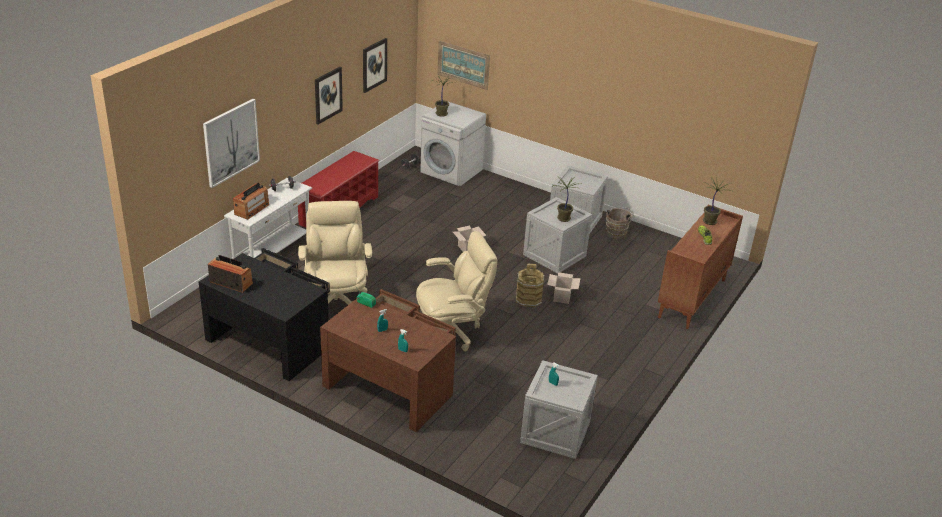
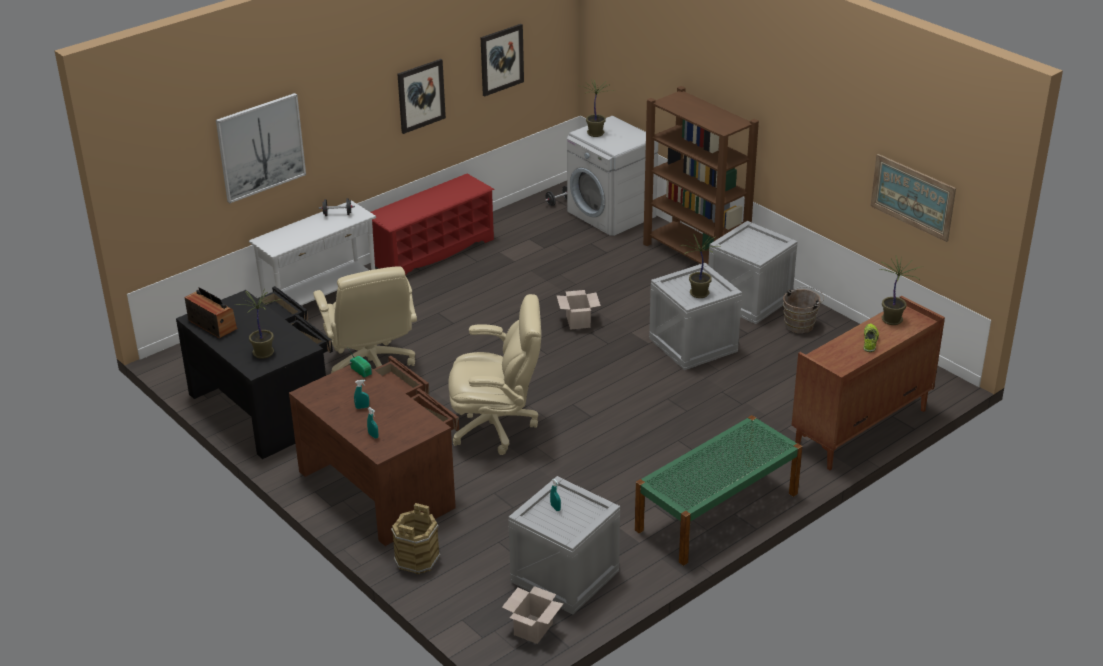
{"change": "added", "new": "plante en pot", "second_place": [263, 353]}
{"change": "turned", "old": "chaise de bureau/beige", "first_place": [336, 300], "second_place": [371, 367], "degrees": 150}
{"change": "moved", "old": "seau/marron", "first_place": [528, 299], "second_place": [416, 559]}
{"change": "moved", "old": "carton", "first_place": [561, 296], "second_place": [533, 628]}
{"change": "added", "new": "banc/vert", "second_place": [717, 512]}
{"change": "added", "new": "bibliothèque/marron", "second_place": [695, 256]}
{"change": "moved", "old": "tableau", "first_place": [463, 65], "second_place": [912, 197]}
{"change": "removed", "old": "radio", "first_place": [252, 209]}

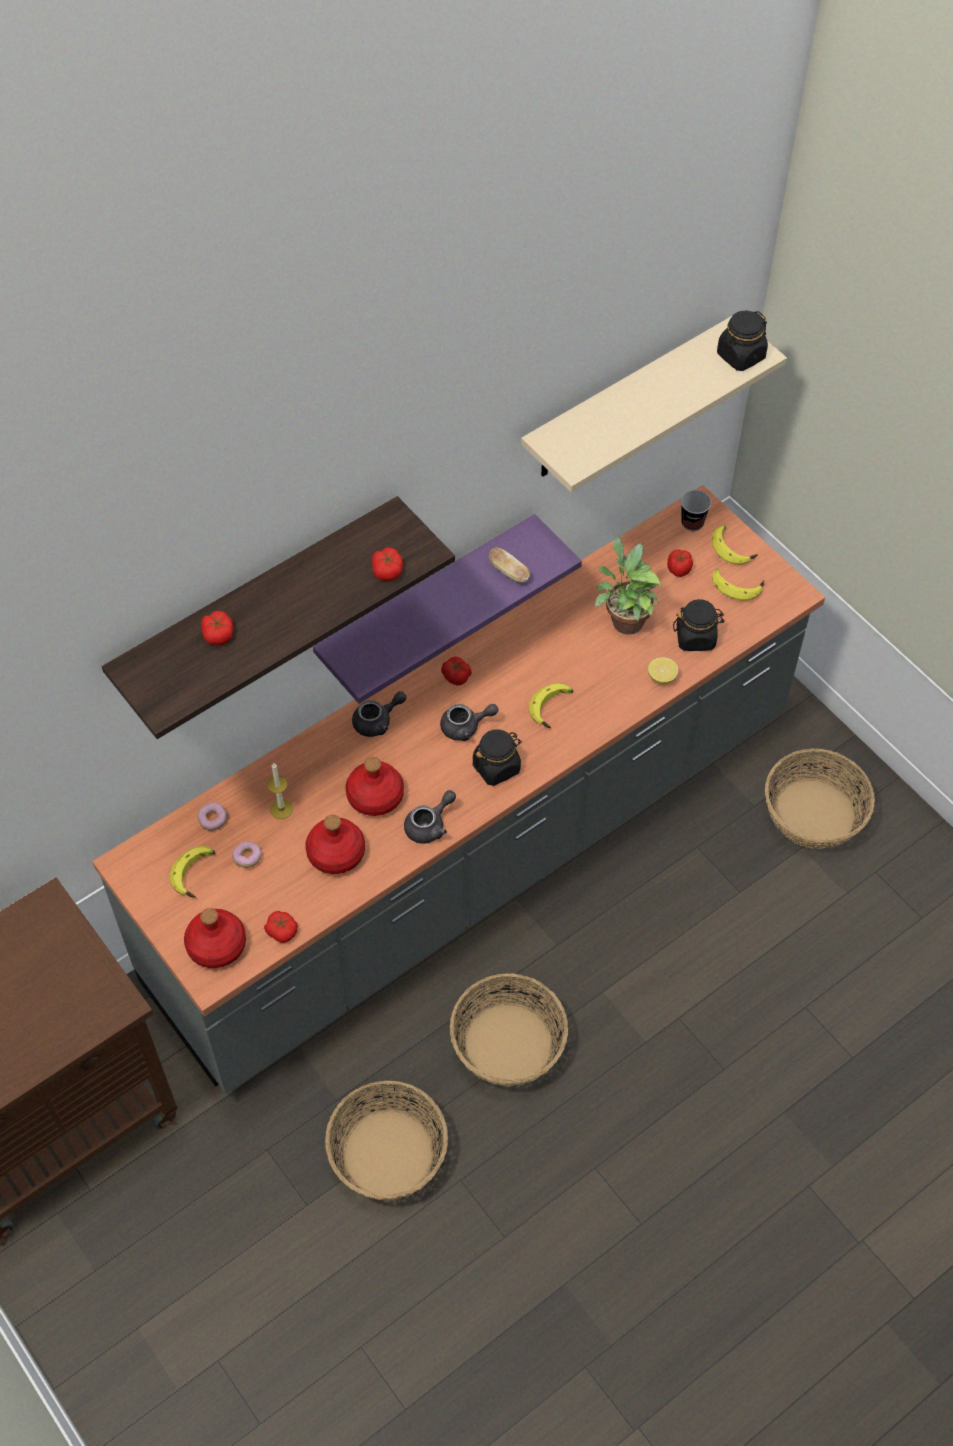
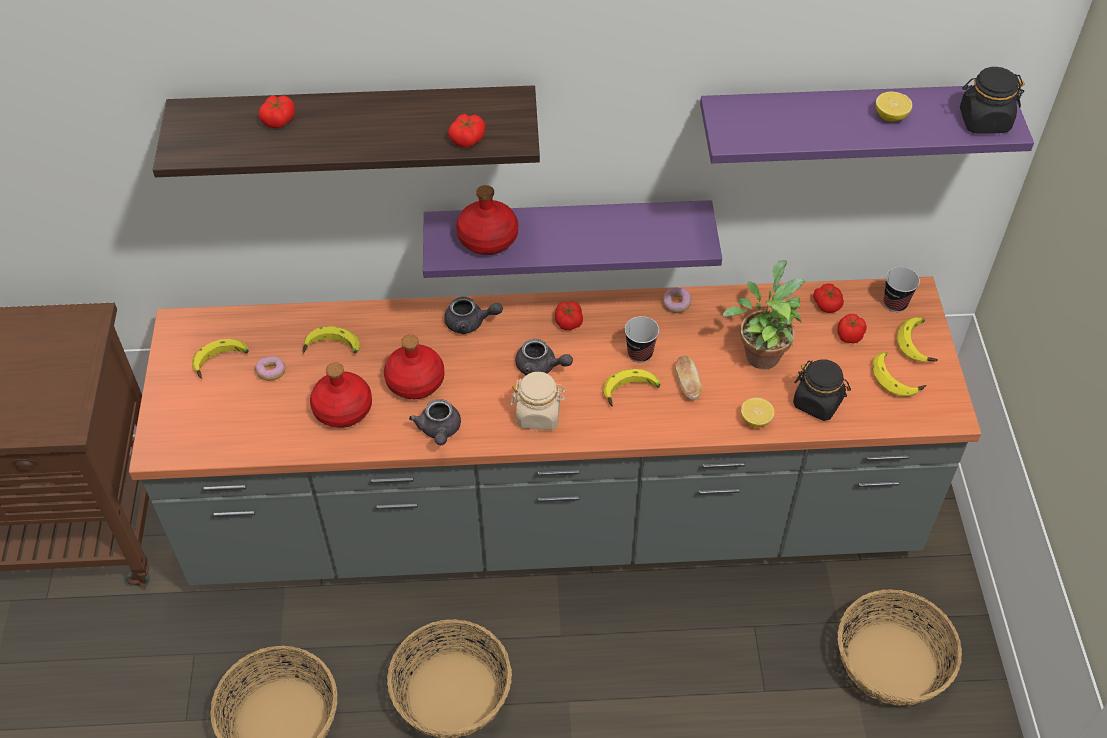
{"change": "replaced", "old": "bougie", "new": "banane", "first_place": [281, 809], "second_place": [332, 349]}
{"change": "turned", "old": "théière/gris", "first_place": [430, 825], "second_place": [439, 430], "degrees": 90}
{"change": "moved", "old": "bouteille/rouge", "first_place": [216, 945], "second_place": [487, 238]}
{"change": "recoloured", "old": "bocal/noir", "new": "bocal/beige", "first_place": [496, 767], "second_place": [538, 414]}
{"change": "added", "new": "tasse", "second_place": [640, 353]}
{"change": "moved", "old": "beignet", "first_place": [213, 820], "second_place": [676, 304]}
{"change": "moved", "old": "pain", "first_place": [509, 572], "second_place": [687, 384]}
{"change": "recoloured", "old": "étagère/beige", "new": "étagère/violet", "first_place": [628, 400], "second_place": [849, 121]}
{"change": "moved", "old": "tomate", "first_place": [282, 930], "second_place": [827, 304]}
{"change": "added", "new": "citron", "second_place": [890, 116]}

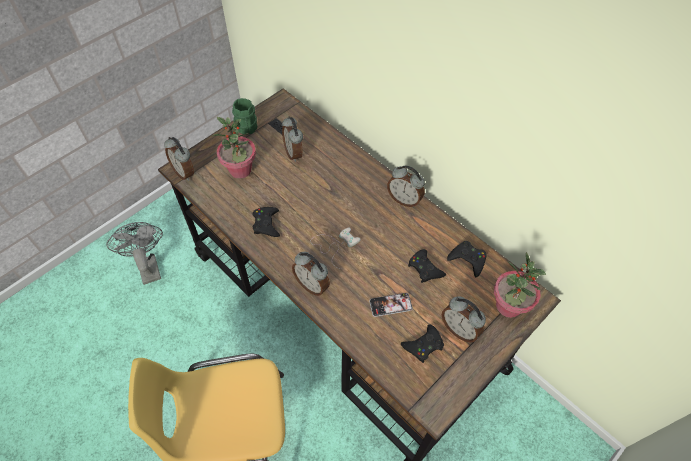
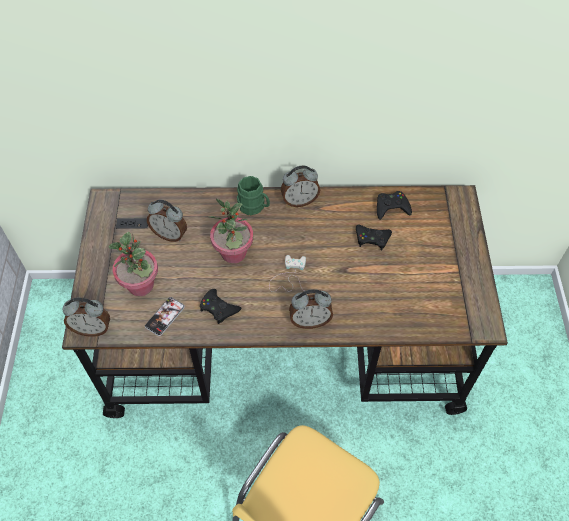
{"change": "moved", "old": "téléphone", "first_place": [390, 305], "second_place": [165, 316]}
{"change": "moved", "old": "plante en pot", "first_place": [508, 306], "second_place": [233, 253]}
{"change": "moved", "old": "mug/vert", "first_place": [247, 129], "second_place": [254, 207]}
{"change": "removed", "old": "ventilateur/gris", "first_place": [147, 266]}
{"change": "removed", "old": "manette/noir", "first_place": [423, 345]}
{"change": "removed", "old": "réveil", "first_place": [459, 329]}

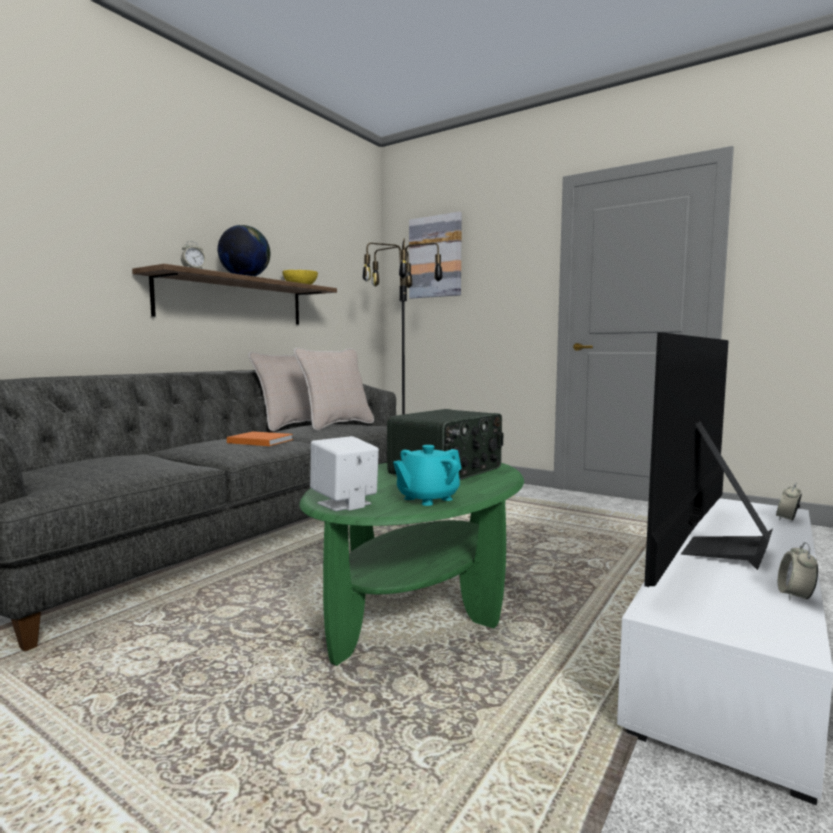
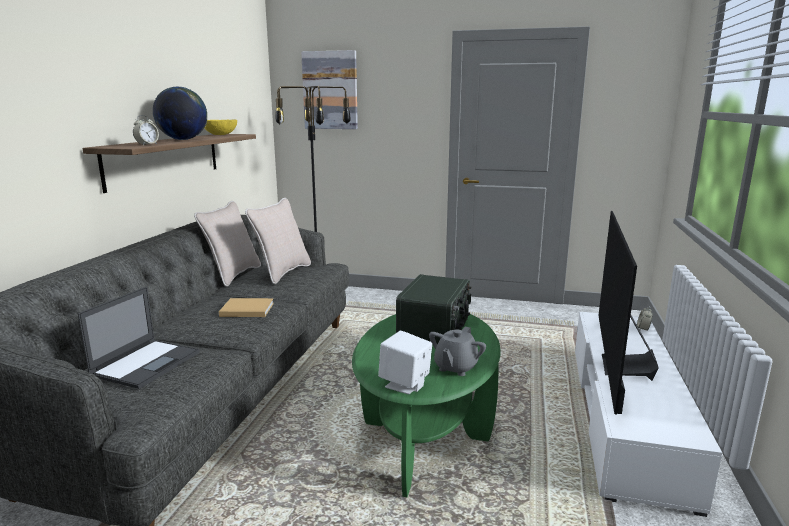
{"change": "added", "new": "ordinateur portable", "second_place": [147, 363]}
{"change": "recoloured", "old": "livre/orange", "new": "livre/beige", "first_place": [259, 441], "second_place": [245, 309]}
{"change": "recoloured", "old": "théière/turquoise", "new": "théière/gris", "first_place": [427, 499], "second_place": [455, 367]}
{"change": "removed", "old": "réveil", "first_place": [795, 596]}

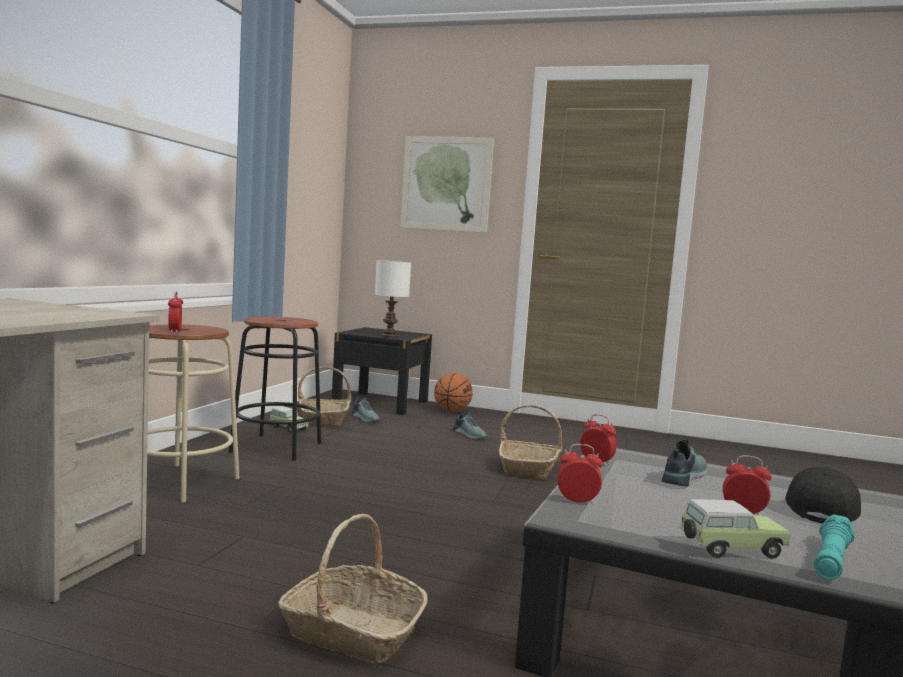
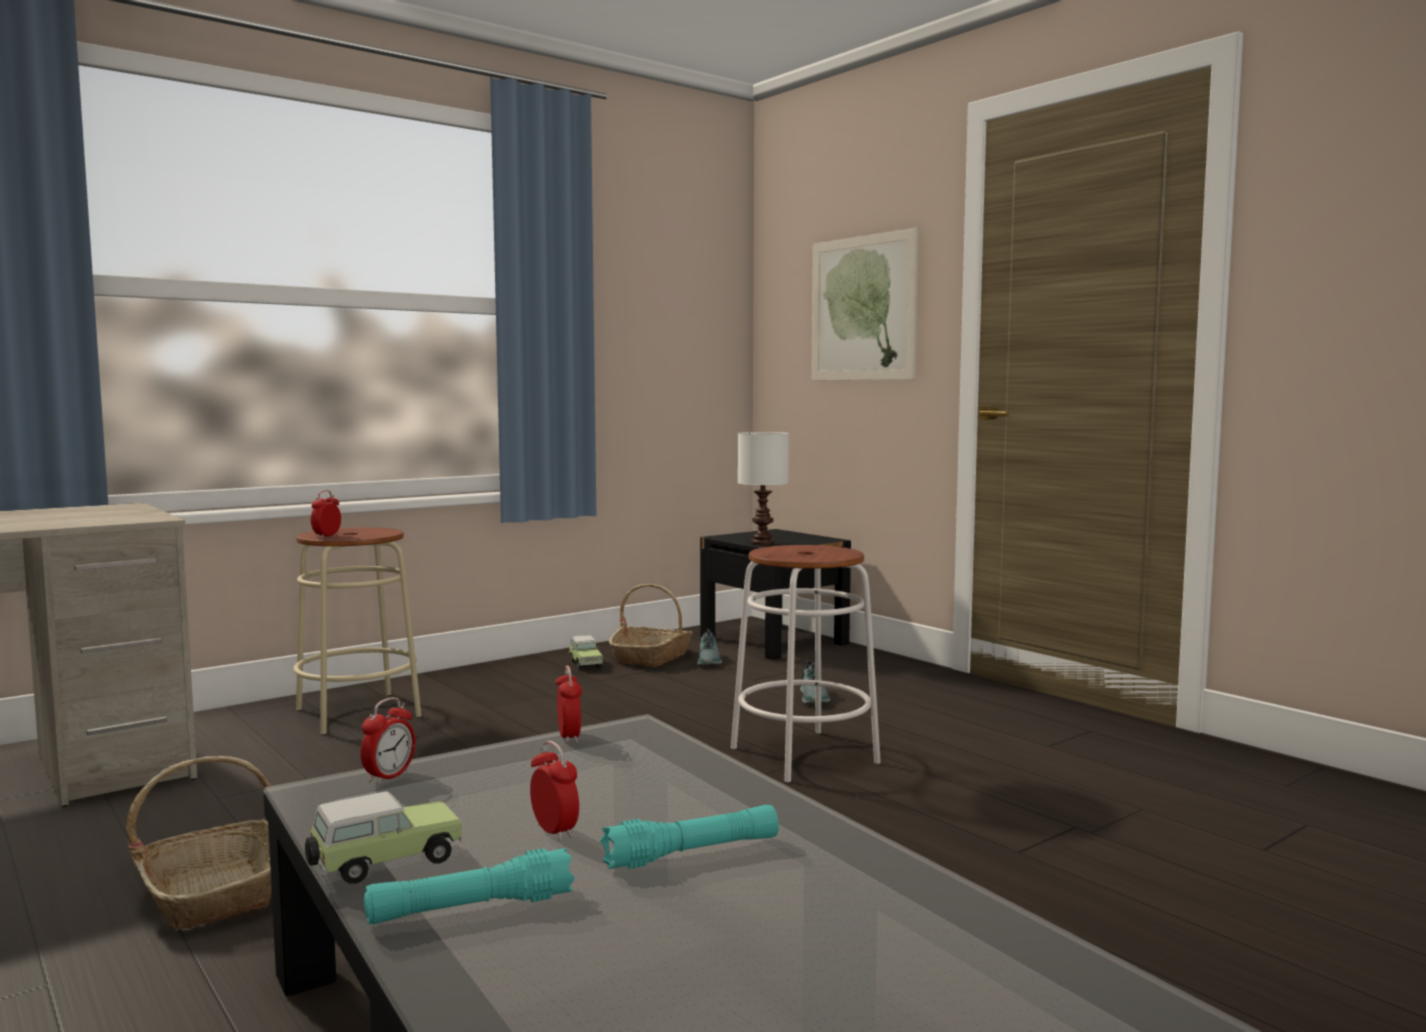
{"change": "turned", "old": "petite voiture", "first_place": [728, 549], "second_place": [382, 864], "degrees": -60}
{"change": "turned", "old": "réveil", "first_place": [577, 501], "second_place": [389, 777], "degrees": 75}
{"change": "replaced", "old": "casquette/noir", "new": "lampe de poche/turquoise", "first_place": [822, 510], "second_place": [692, 853]}
{"change": "replaced", "old": "panier", "new": "tabouret/blanc", "first_place": [529, 468], "second_place": [804, 755]}
{"change": "removed", "old": "tabouret/noir", "first_place": [276, 447]}
{"change": "removed", "old": "ballon de basket", "first_place": [451, 411]}
{"change": "removed", "old": "chaussure", "first_place": [681, 476]}

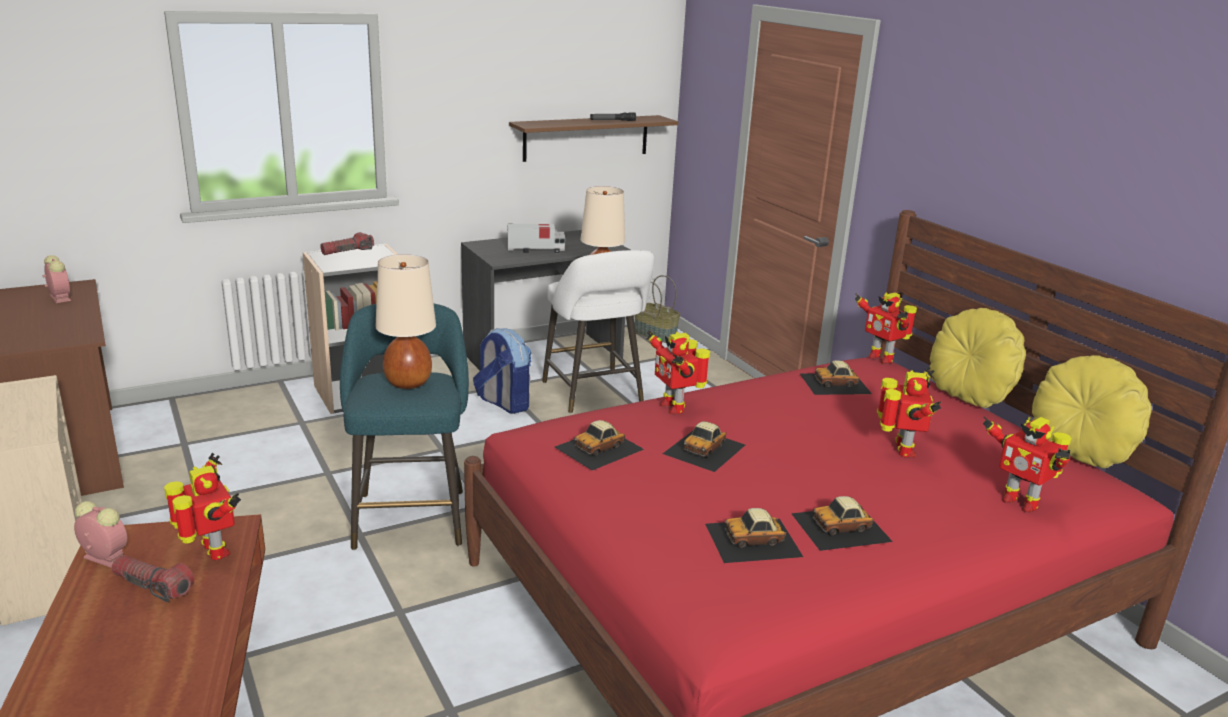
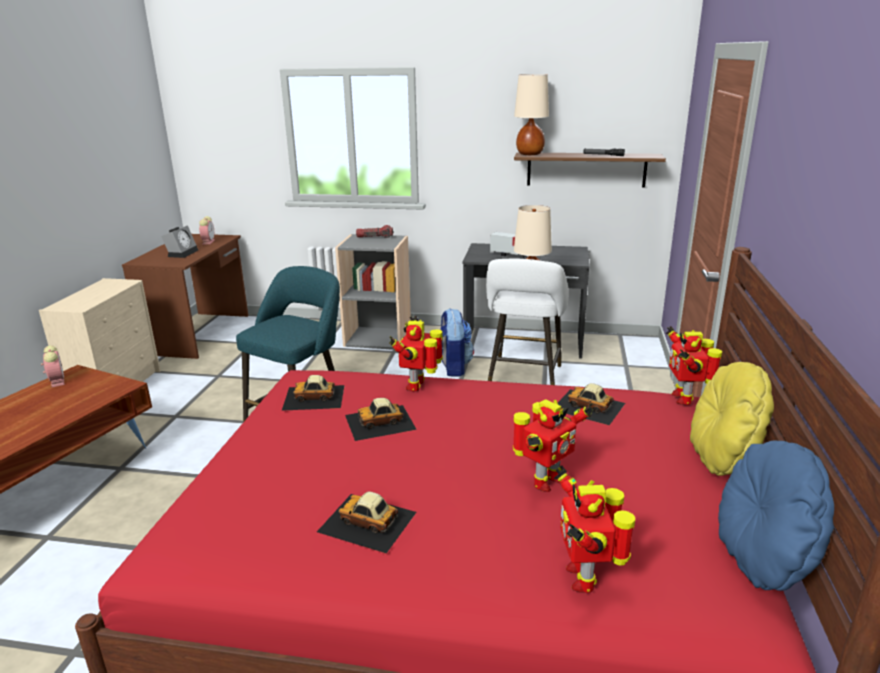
{"change": "added", "new": "réveil", "second_place": [182, 253]}
{"change": "moved", "old": "lampe de table/beige", "first_place": [408, 383], "second_place": [529, 154]}
{"change": "recoloured", "old": "coussin/jaune", "new": "coussin/bleu", "first_place": [1078, 454], "second_place": [761, 562]}
{"change": "removed", "old": "lampe de poche", "first_place": [153, 586]}
{"change": "removed", "old": "robot jouet", "first_place": [213, 552]}
{"change": "removed", "old": "panier", "first_place": [656, 335]}
{"change": "removed", "old": "petite voiture", "first_place": [753, 540]}

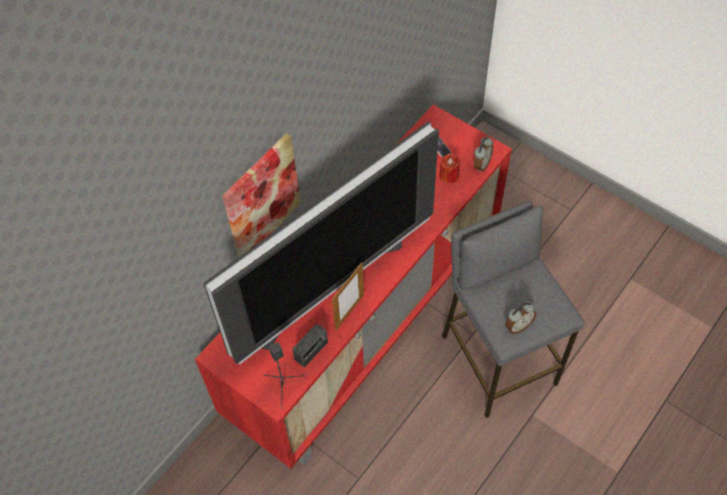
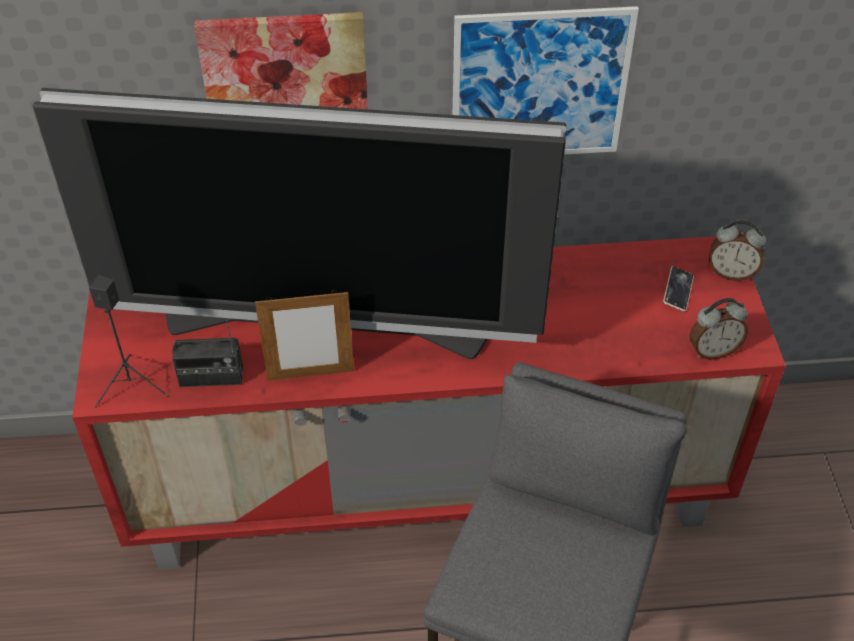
{"change": "added", "new": "tableau", "second_place": [539, 86]}
{"change": "moved", "old": "réveil", "first_place": [518, 326], "second_place": [731, 273]}
{"change": "removed", "old": "bougie/rouge", "first_place": [449, 175]}

